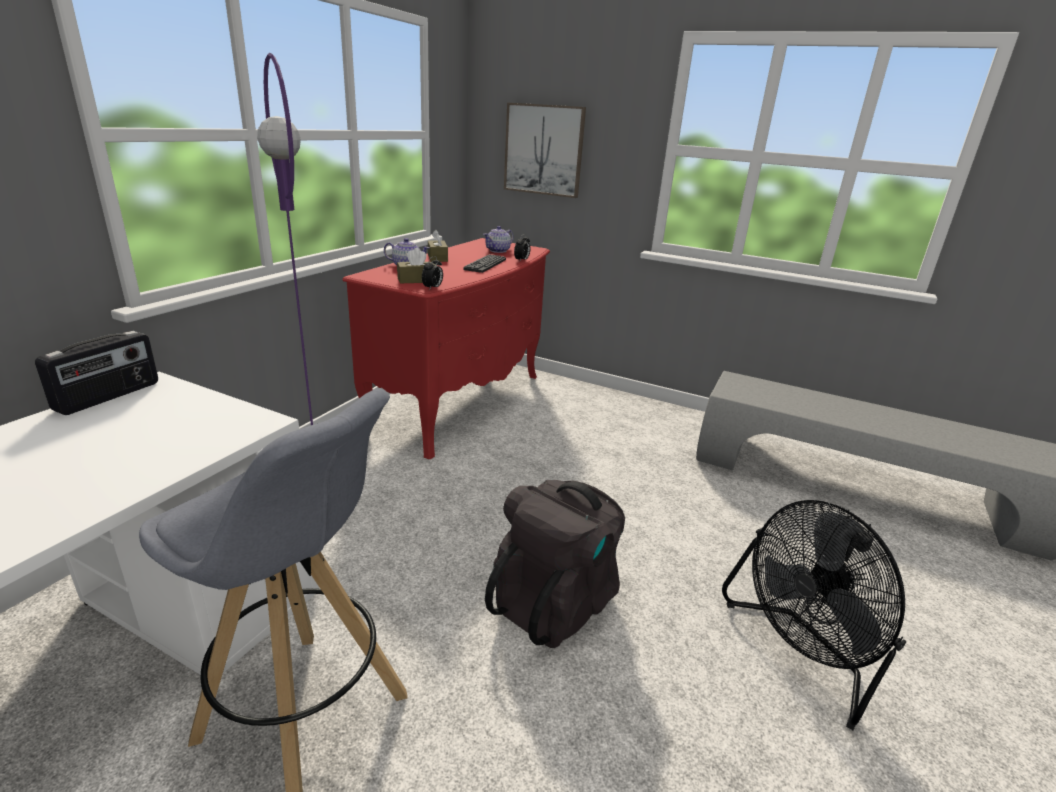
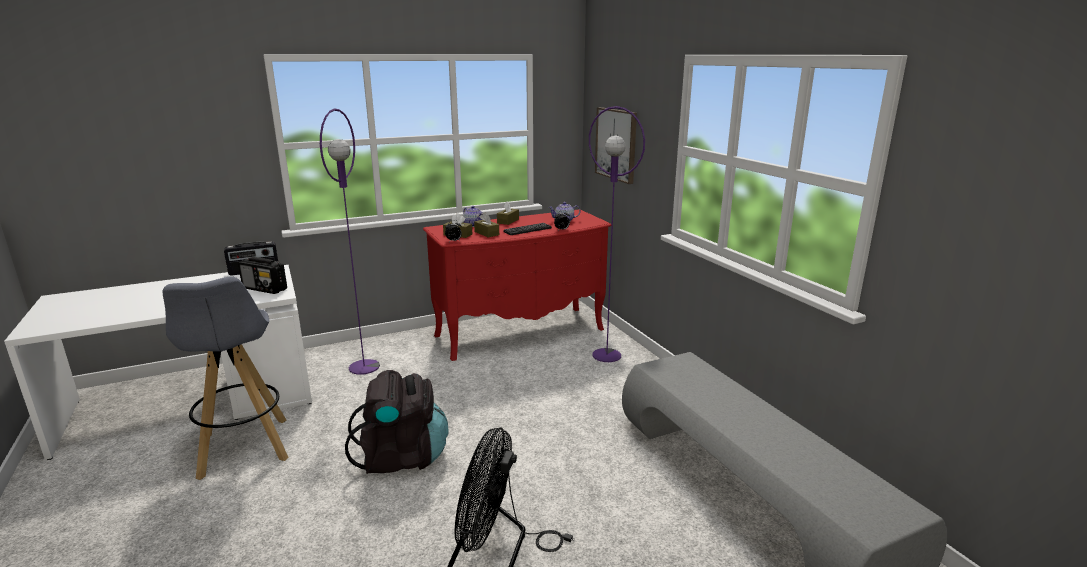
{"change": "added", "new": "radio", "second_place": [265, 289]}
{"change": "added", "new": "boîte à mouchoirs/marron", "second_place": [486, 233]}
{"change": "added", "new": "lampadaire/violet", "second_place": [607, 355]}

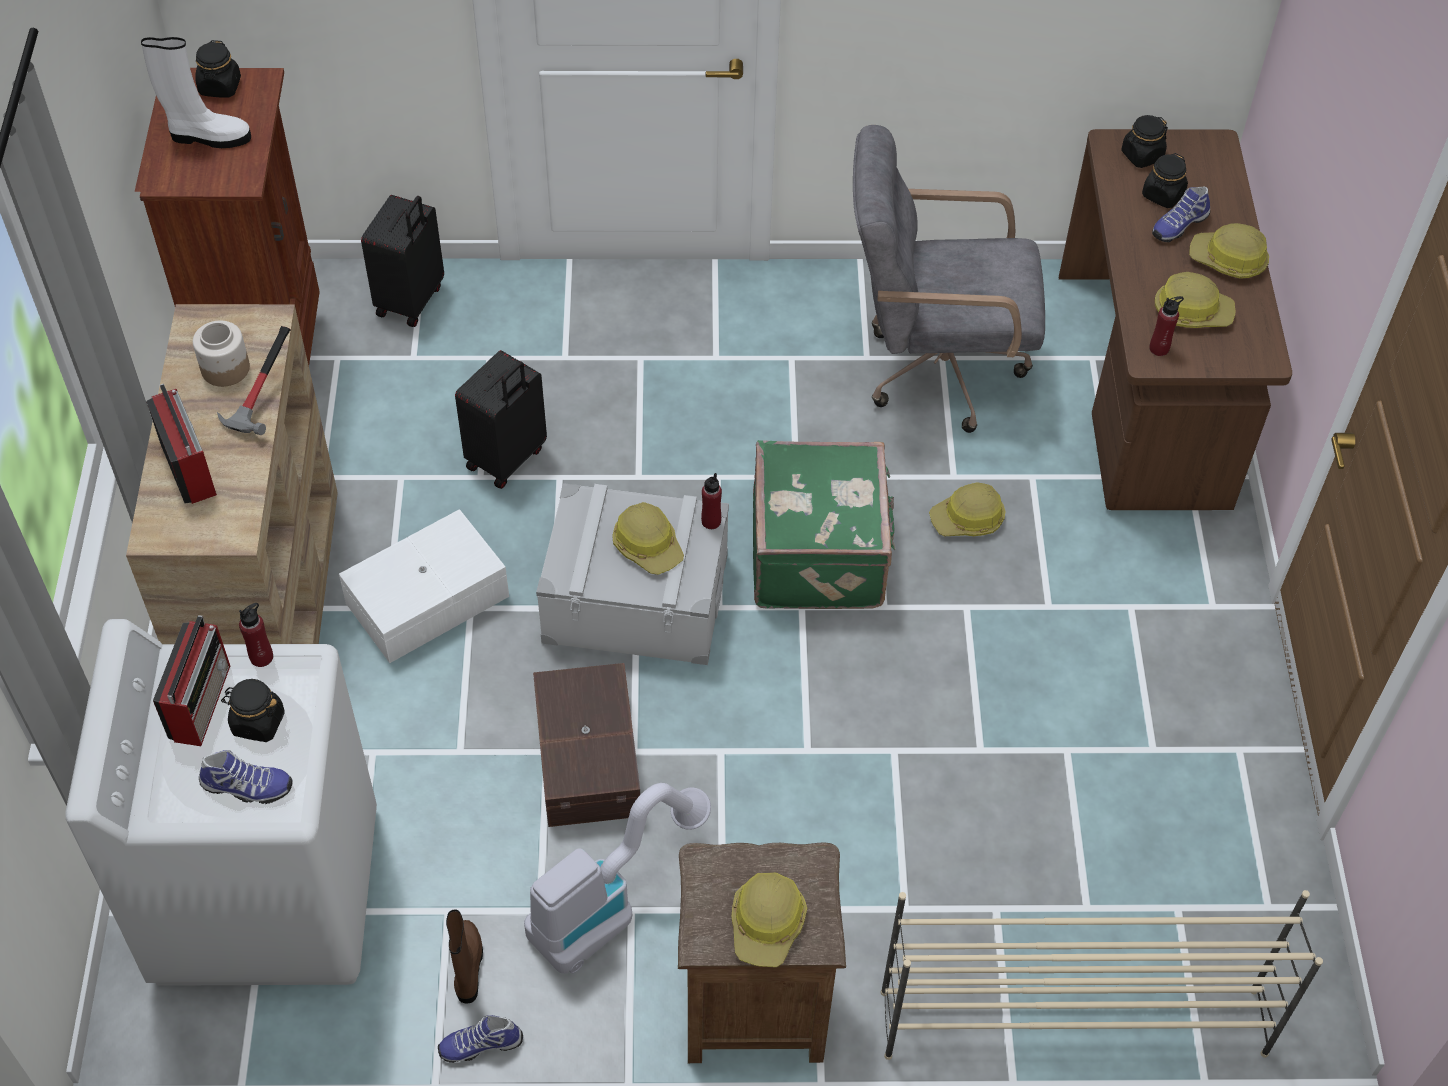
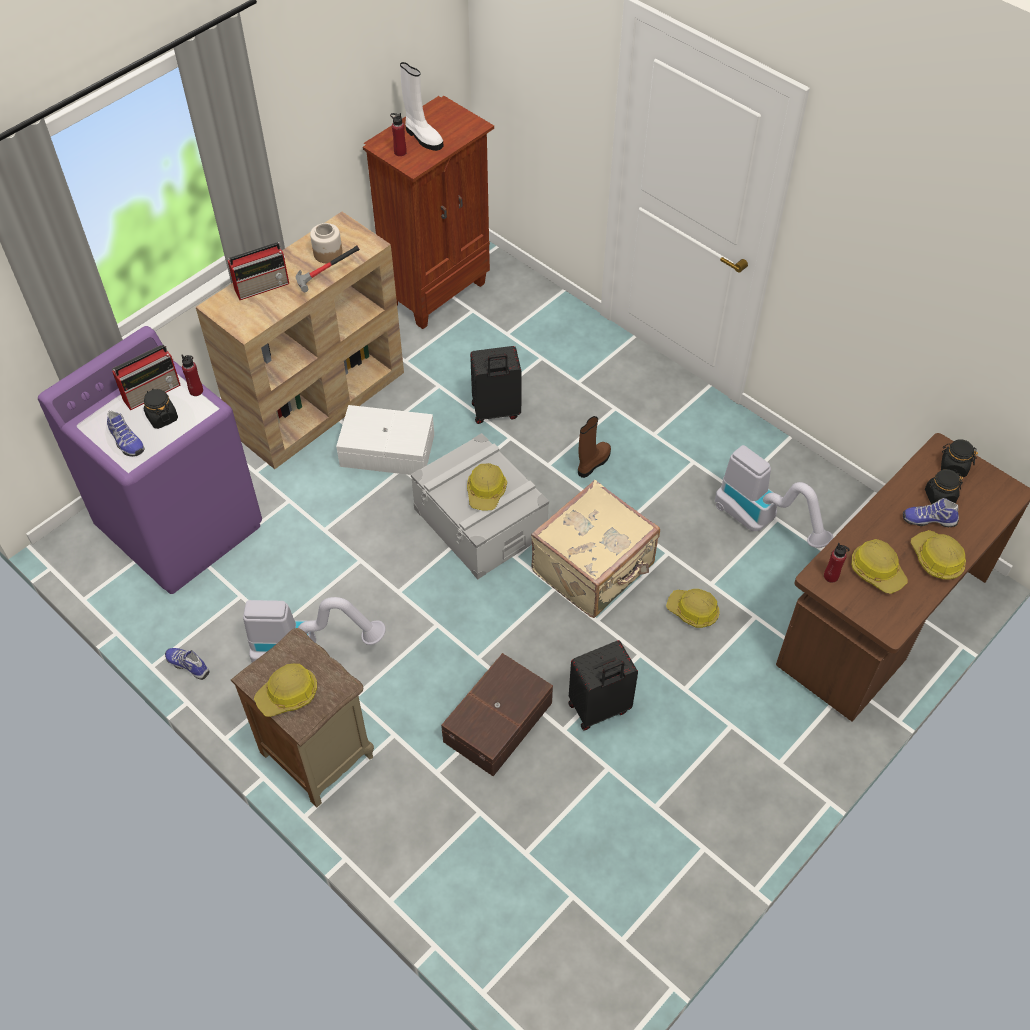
{"change": "recoloured", "old": "lave-linge/blanc", "new": "lave-linge/violet", "first_place": [266, 893], "second_place": [181, 526]}
{"change": "turned", "old": "radio", "first_place": [188, 466], "second_place": [263, 286], "degrees": 45}
{"change": "moved", "old": "bouteille/rouge", "first_place": [711, 521], "second_place": [400, 152]}
{"change": "moved", "old": "boîte de rangement/marron", "first_place": [590, 756], "second_place": [500, 722]}
{"change": "recoloured", "old": "valise/vert", "new": "valise/beige", "first_place": [820, 554], "second_place": [594, 569]}
{"change": "moved", "old": "valise/noir", "first_place": [412, 301], "second_place": [599, 709]}
{"change": "moved", "old": "botte/marron", "first_place": [466, 967], "second_place": [593, 463]}
{"change": "replaced", "old": "chaise de bureau/gris", "new": "aspirateur", "first_place": [932, 372], "second_place": [762, 522]}
{"change": "removed", "old": "bocal/noir", "first_place": [220, 87]}
{"change": "removed", "old": "étagère à chaussures/beige", "first_place": [1070, 1022]}

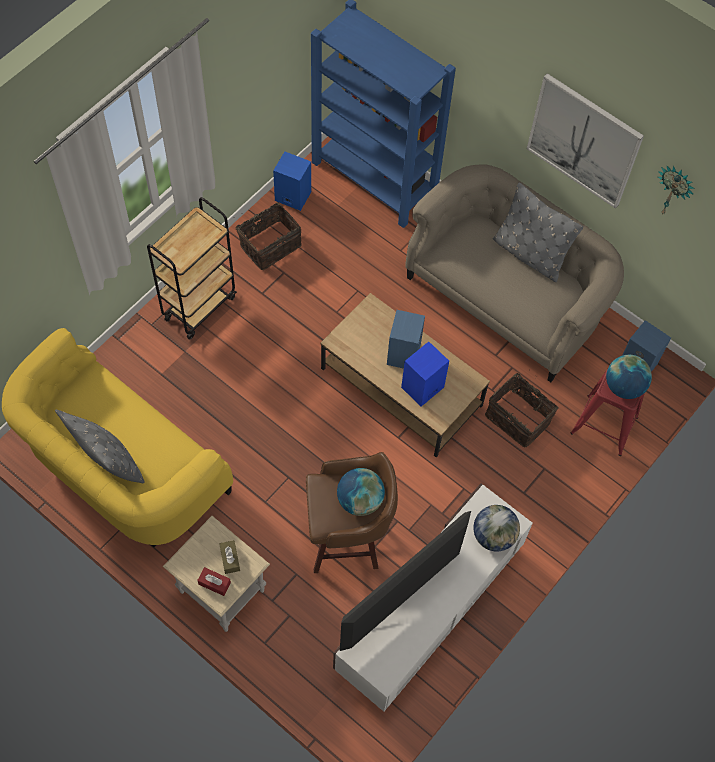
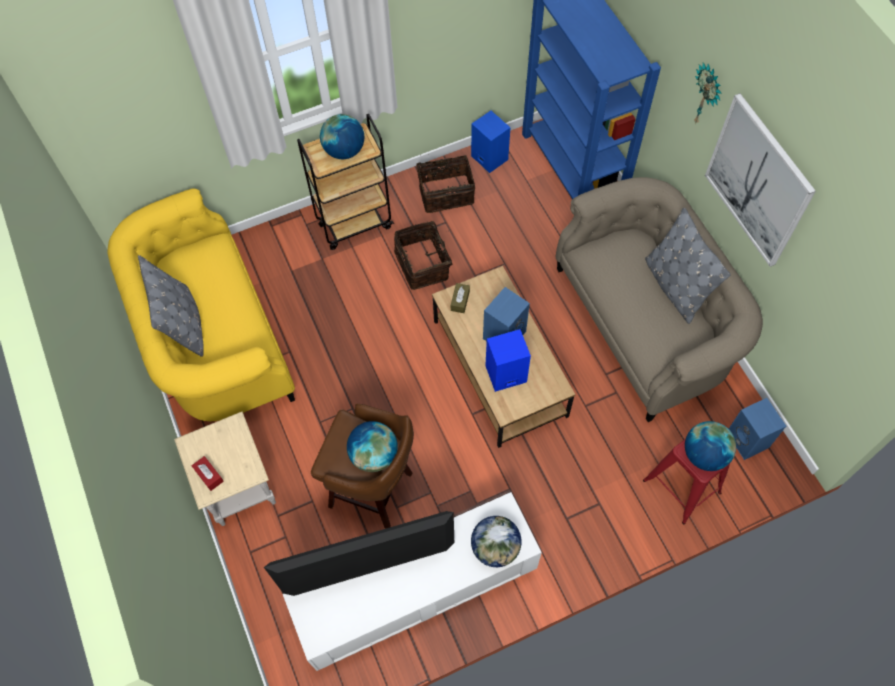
{"change": "added", "new": "globe", "second_place": [344, 150]}
{"change": "moved", "old": "panier", "first_place": [519, 417], "second_place": [423, 264]}
{"change": "moved", "old": "boîte à mouchoirs/marron", "first_place": [230, 559], "second_place": [460, 301]}
{"change": "moved", "old": "horloge murale", "first_place": [673, 190], "second_place": [707, 96]}

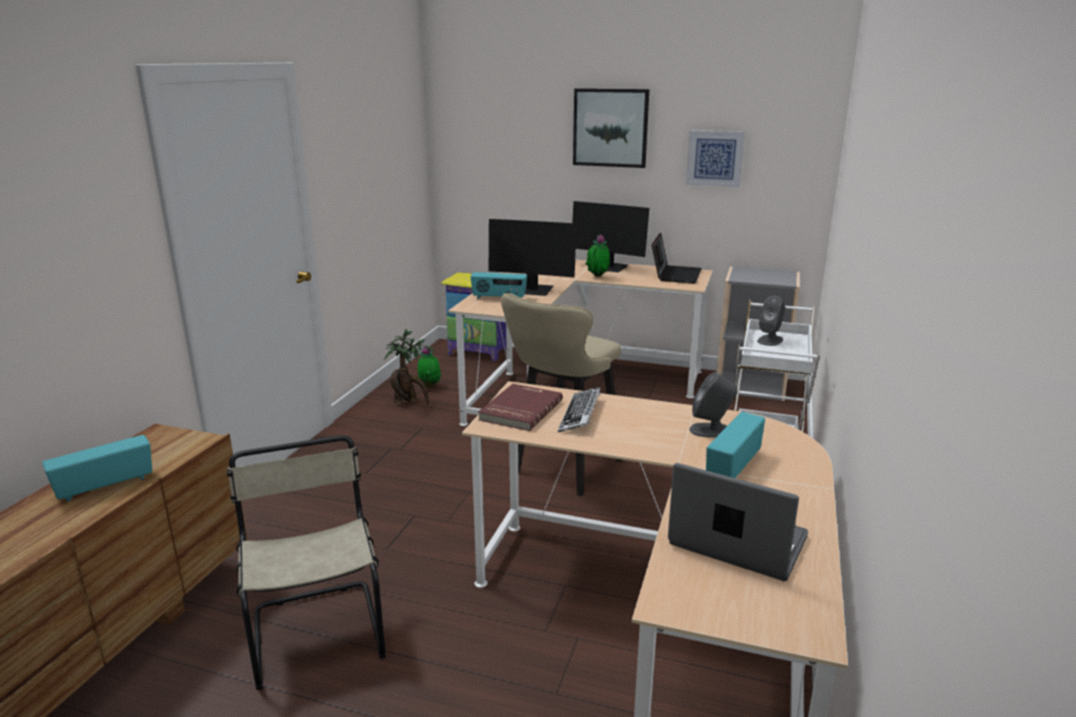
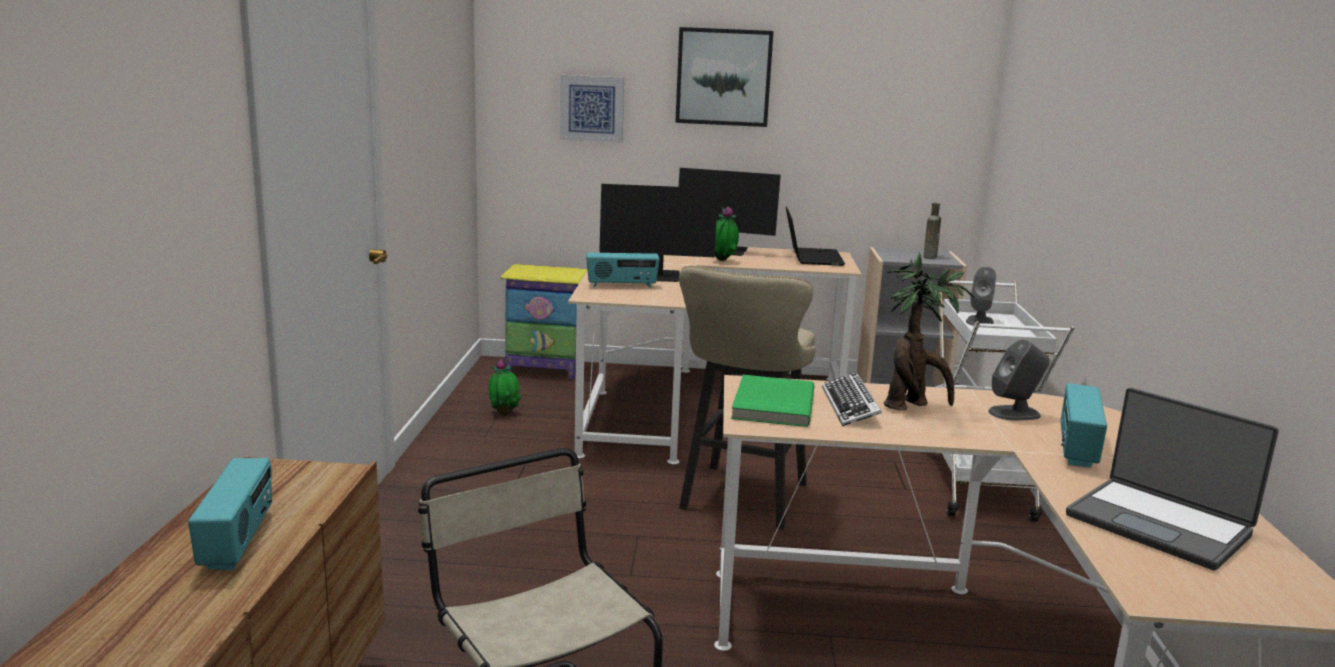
{"change": "turned", "old": "radio", "first_place": [105, 486], "second_place": [238, 541], "degrees": 135}
{"change": "moved", "old": "tableau", "first_place": [715, 158], "second_place": [592, 108]}
{"change": "recoloured", "old": "livre/rouge", "new": "livre/vert", "first_place": [519, 410], "second_place": [771, 405]}
{"change": "moved", "old": "plante en pot", "first_place": [409, 402], "second_place": [912, 406]}
{"change": "added", "new": "bouteille/marron", "second_place": [930, 257]}
{"change": "turned", "old": "ordinateur portable", "first_place": [736, 543], "second_place": [1159, 524], "degrees": -150}

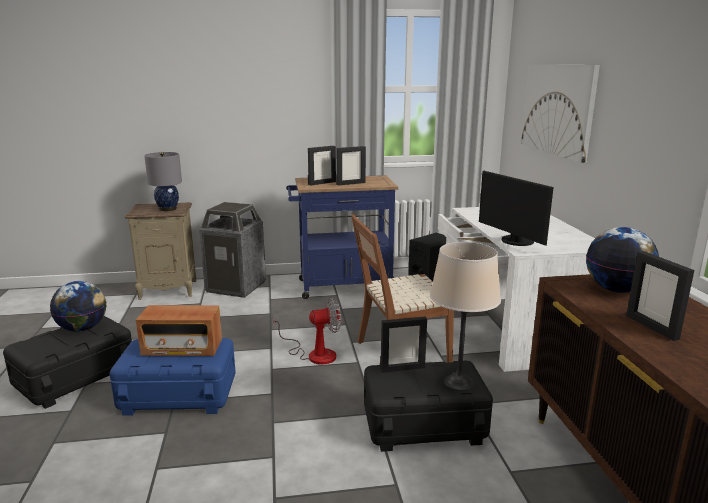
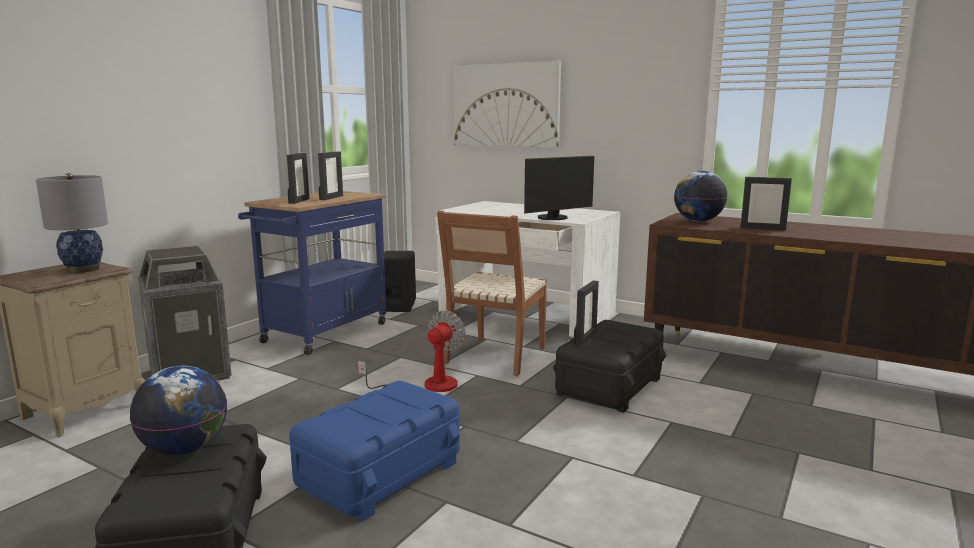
{"change": "turned", "old": "écran d'ordinateur", "first_place": [515, 241], "second_place": [555, 218], "degrees": -45}
{"change": "removed", "old": "radio", "first_place": [182, 348]}
{"change": "removed", "old": "lampe de table/beige", "first_place": [459, 382]}

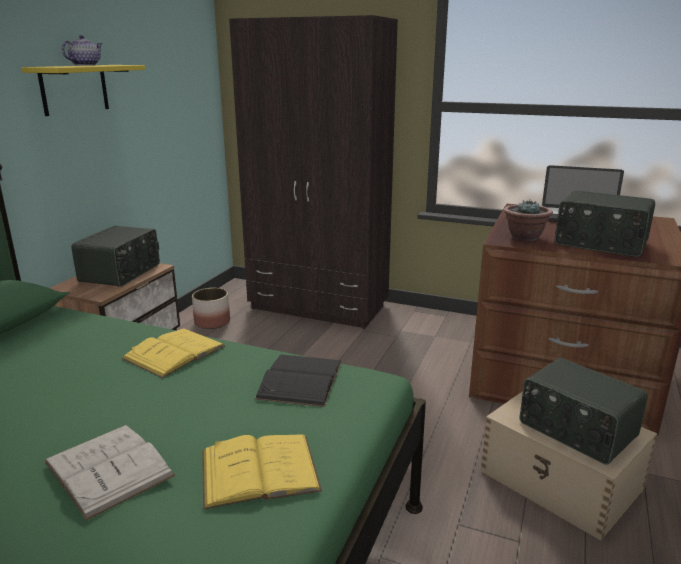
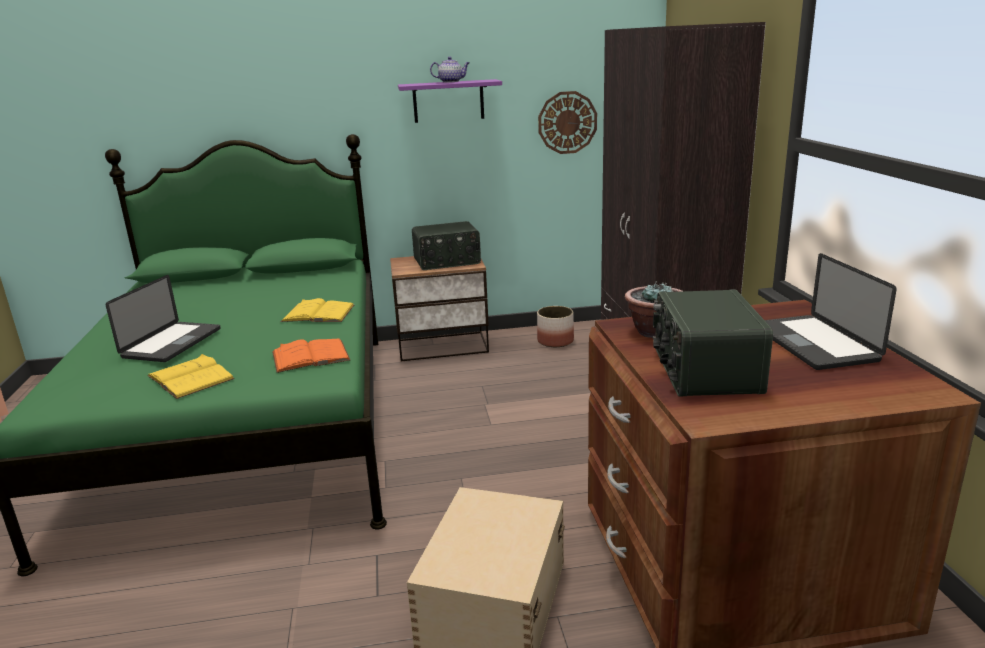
{"change": "replaced", "old": "livre/blanc", "new": "ordinateur portable", "first_place": [108, 468], "second_place": [172, 343]}
{"change": "recoloured", "old": "livre/noir", "new": "livre/orange", "first_place": [300, 380], "second_place": [310, 356]}
{"change": "recoloured", "old": "étagère/jaune", "new": "étagère/violet", "first_place": [74, 89], "second_place": [448, 101]}
{"change": "added", "new": "horloge murale", "second_place": [567, 122]}
{"change": "removed", "old": "radio", "first_place": [576, 430]}

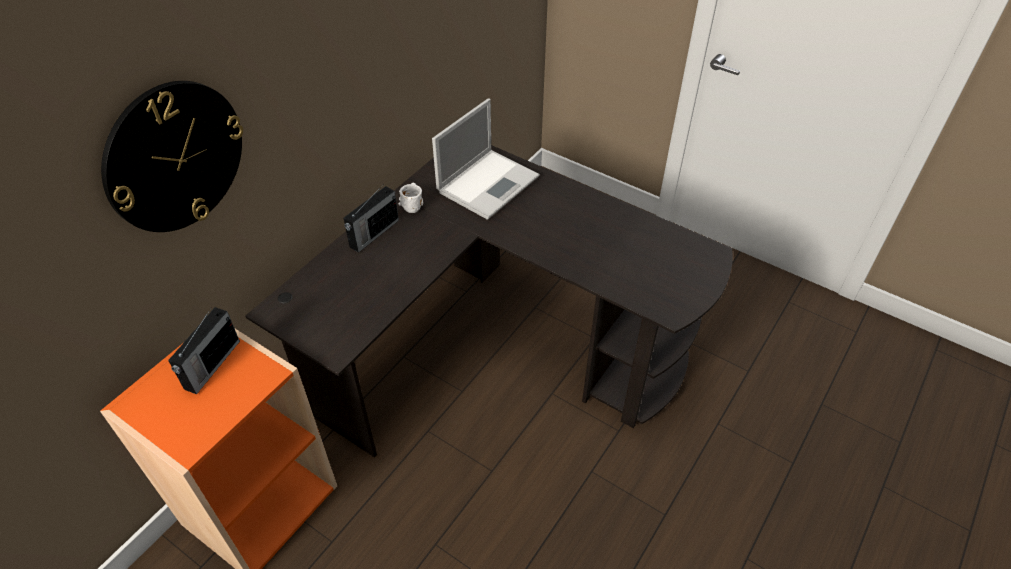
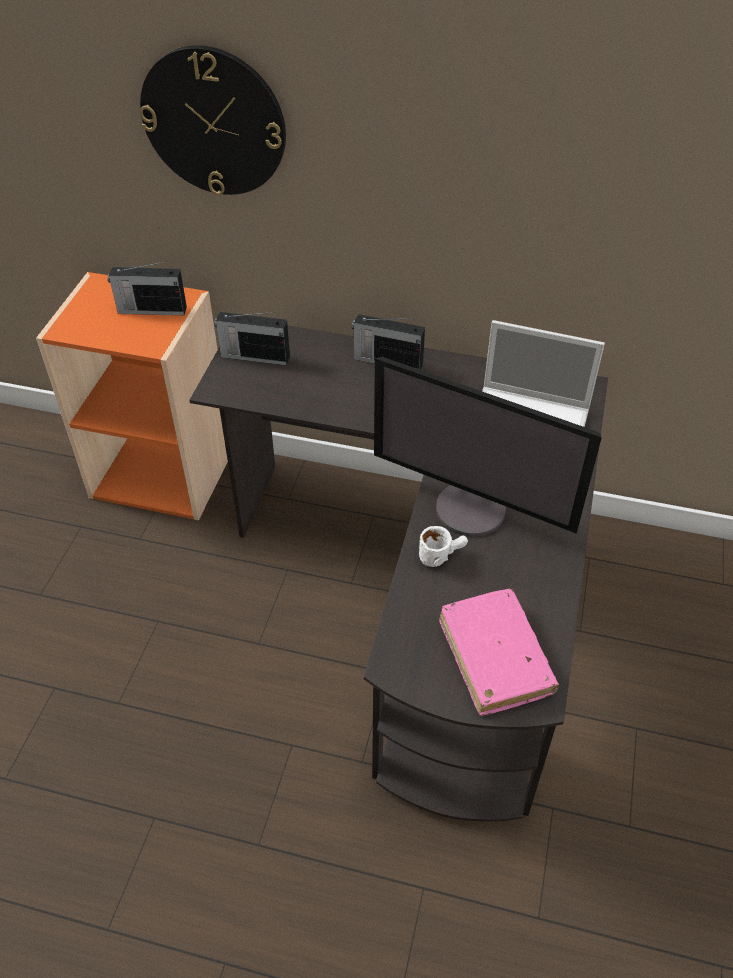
{"change": "added", "new": "radio", "second_place": [254, 356]}
{"change": "added", "new": "écran d'ordinateur", "second_place": [472, 508]}
{"change": "moved", "old": "mug/blanc", "first_place": [411, 203], "second_place": [441, 554]}
{"change": "added", "new": "livre/rose", "second_place": [495, 658]}

